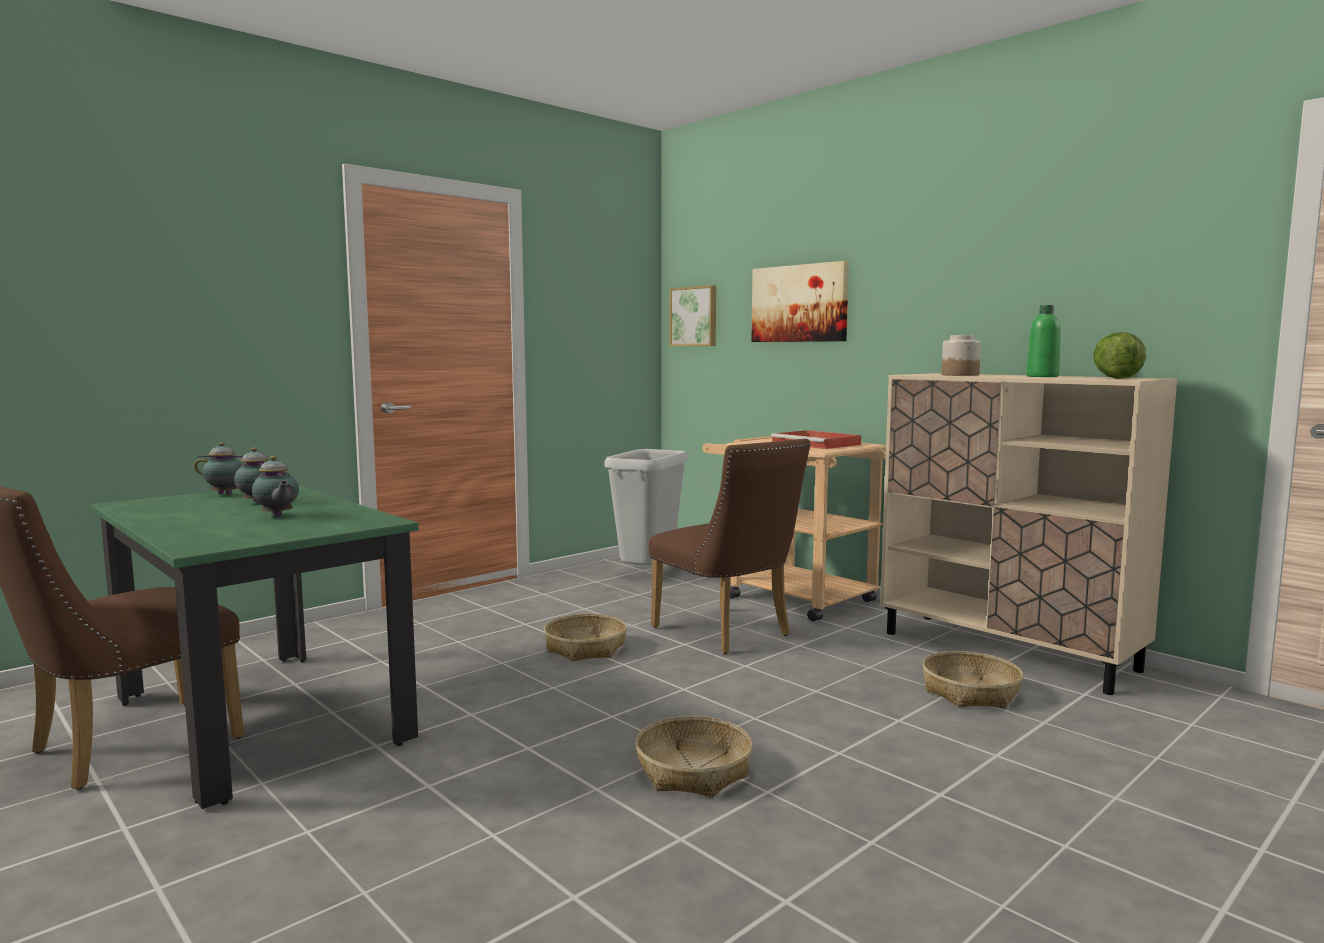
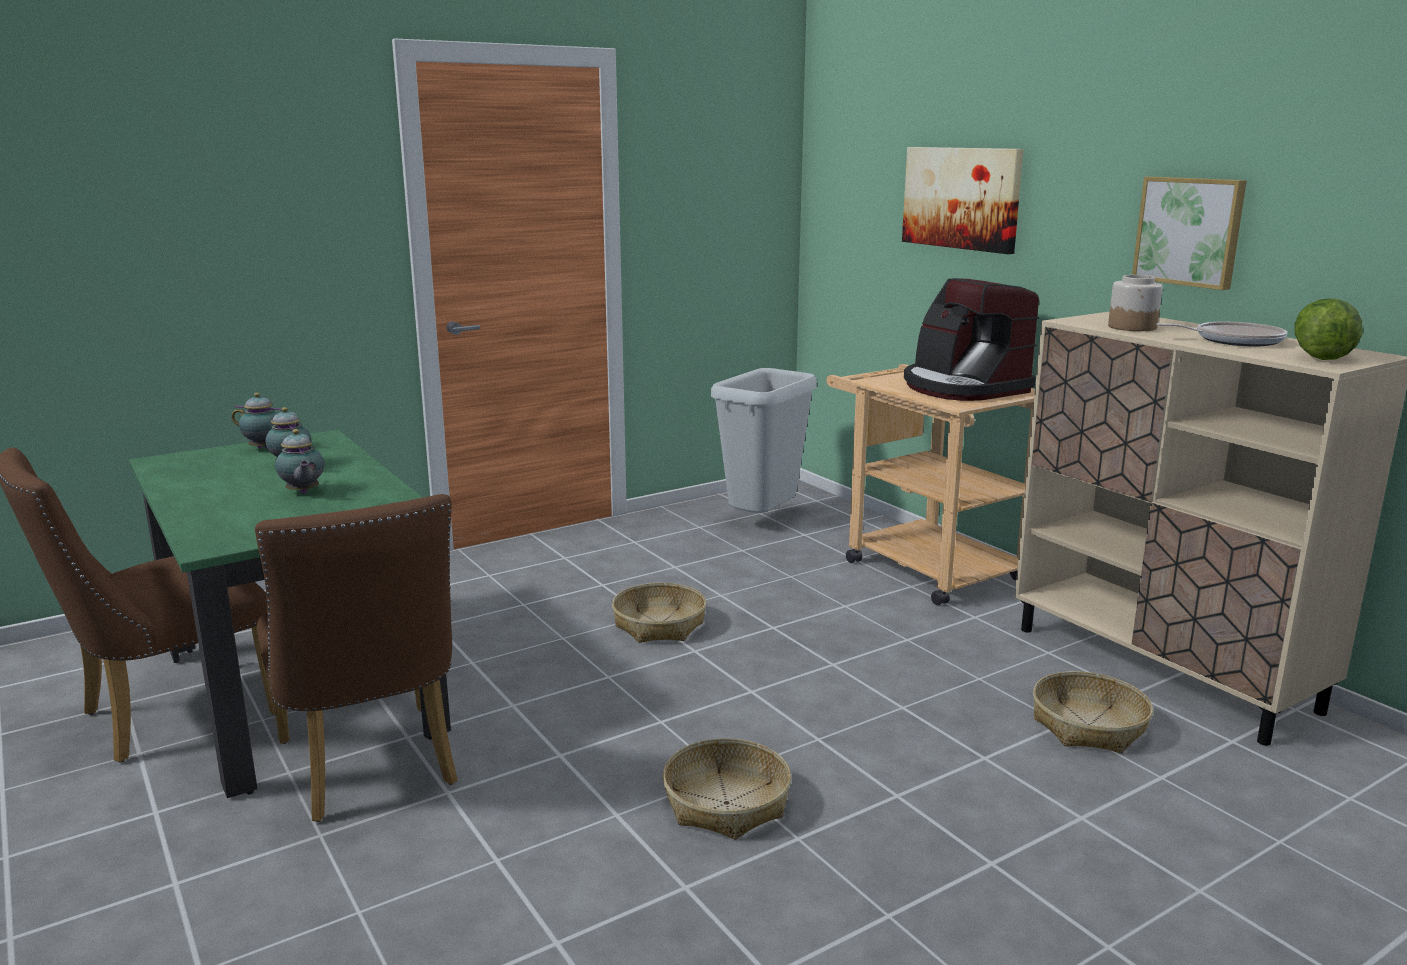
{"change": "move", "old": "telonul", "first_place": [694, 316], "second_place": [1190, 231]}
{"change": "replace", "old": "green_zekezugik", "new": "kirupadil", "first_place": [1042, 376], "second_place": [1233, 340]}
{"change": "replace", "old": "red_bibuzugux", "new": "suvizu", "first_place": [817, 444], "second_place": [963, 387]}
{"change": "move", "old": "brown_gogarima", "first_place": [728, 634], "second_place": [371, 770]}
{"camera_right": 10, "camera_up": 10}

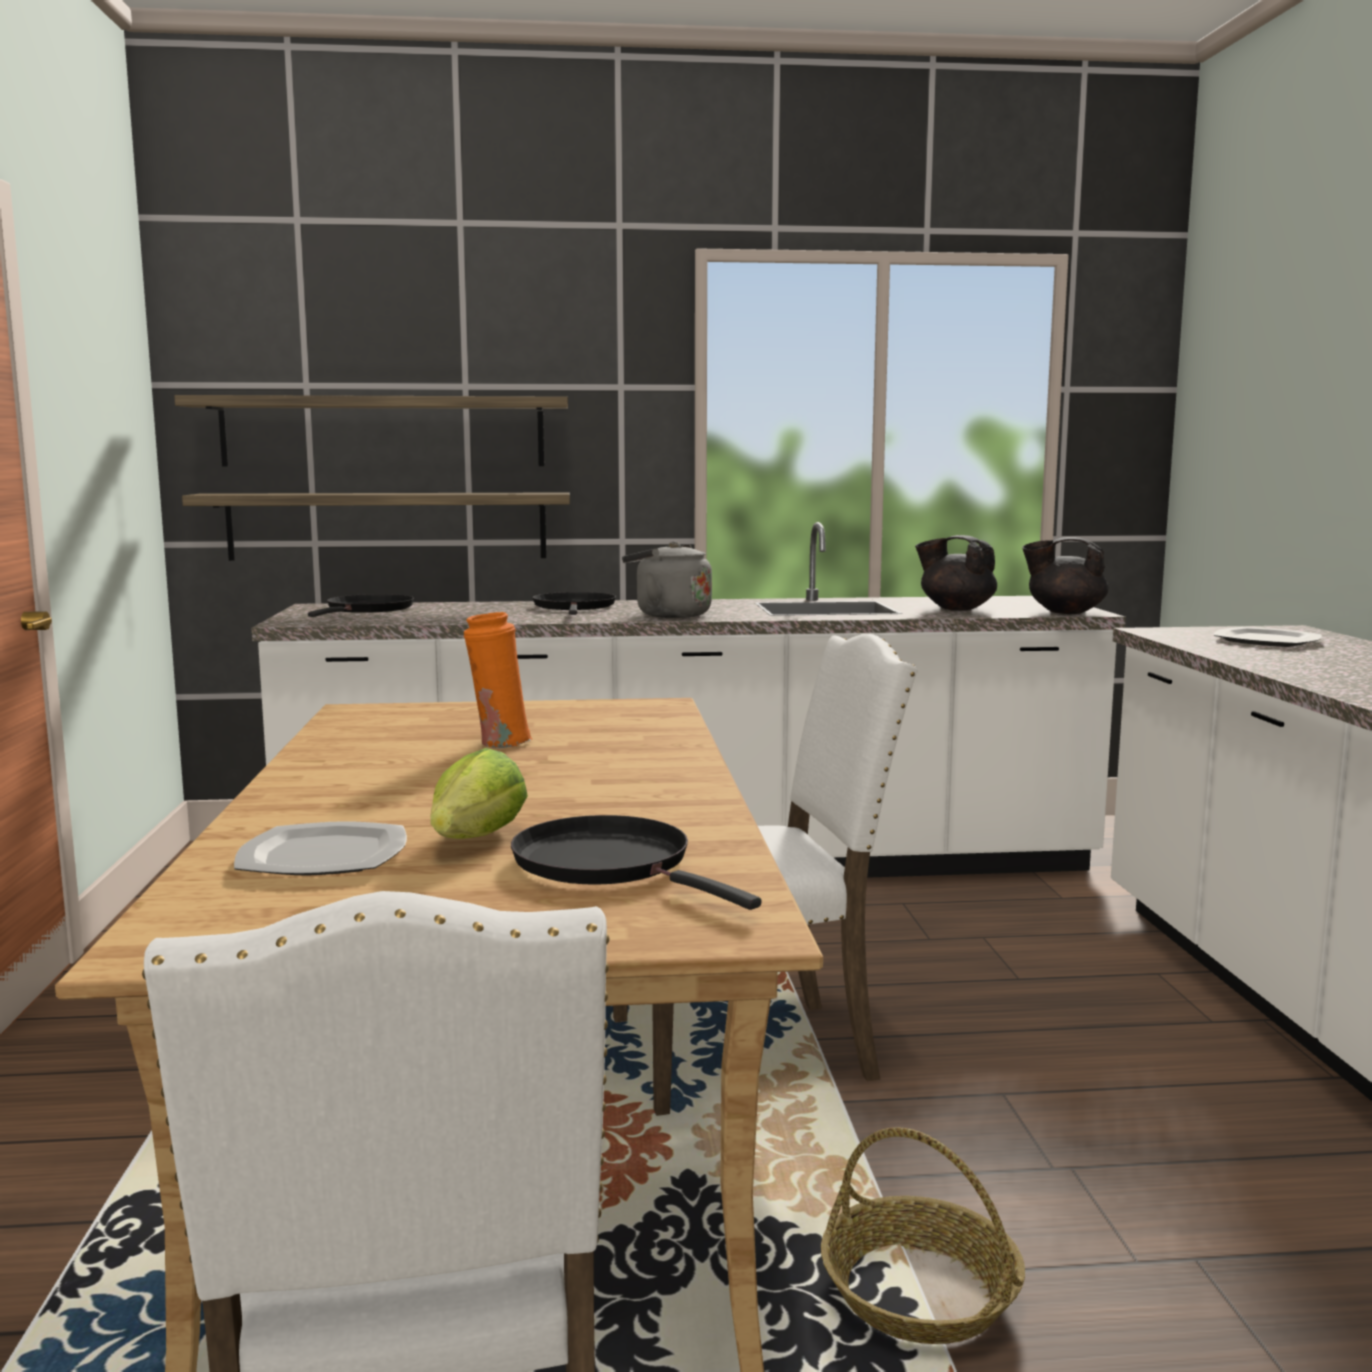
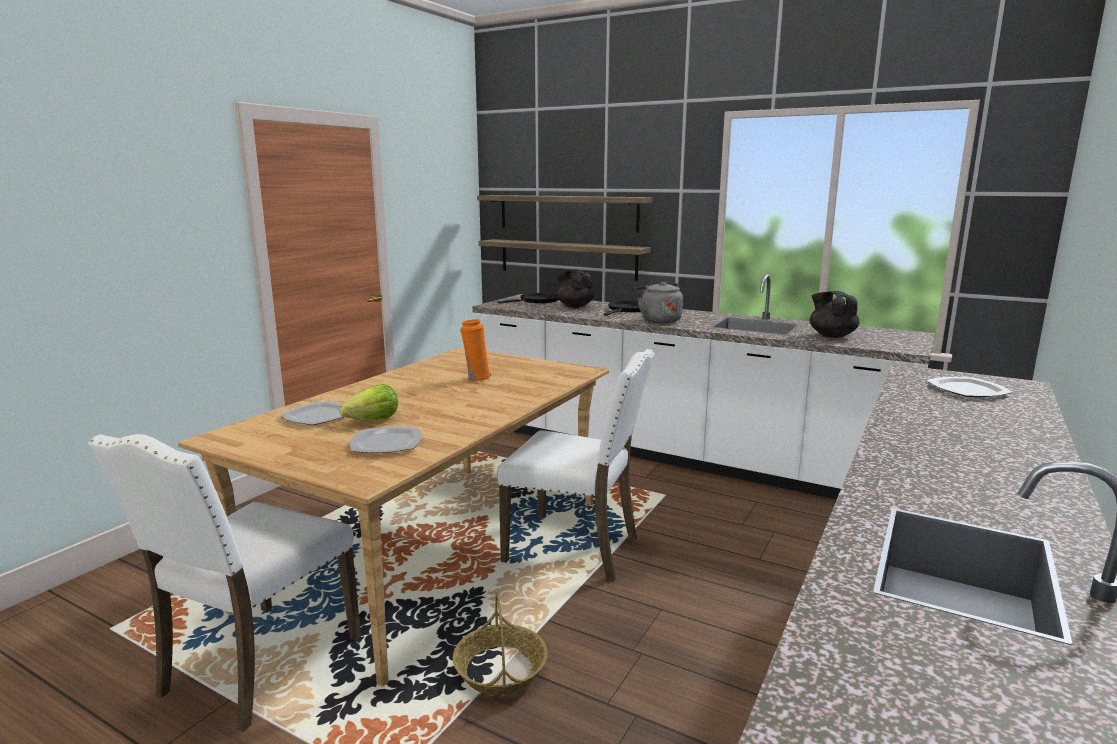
{"change": "move", "old": "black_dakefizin", "first_place": [1064, 612], "second_place": [574, 306]}
{"change": "replace", "old": "black_kirupadil", "new": "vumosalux", "first_place": [610, 865], "second_place": [387, 443]}
{"camera_right": 35, "camera_up": 5}

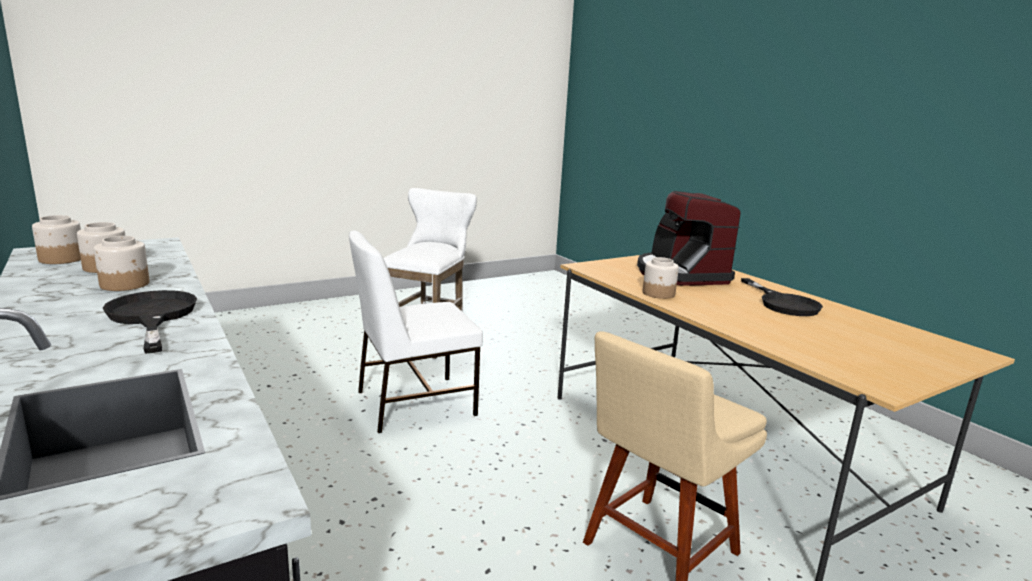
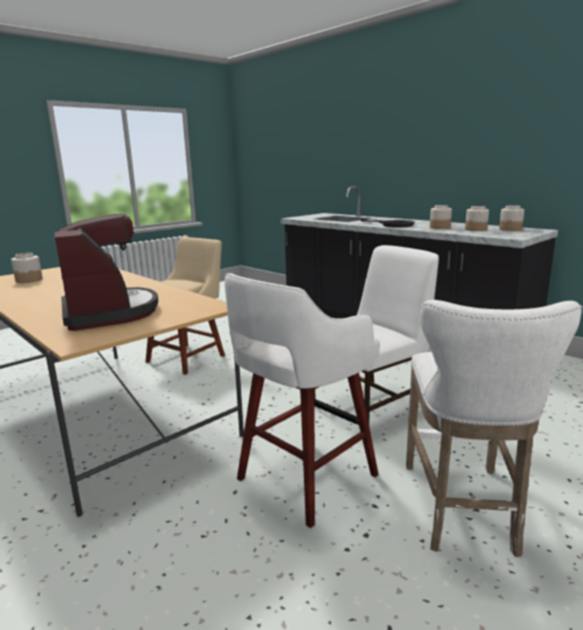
{"change": "move", "old": "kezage", "first_place": [658, 294], "second_place": [29, 280]}
{"change": "delete", "old": "black_kirupadil", "first_place": [783, 303]}
{"change": "insert", "new": "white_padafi", "second_place": [303, 479]}
{"camera_right": 170, "camera_up": 0}

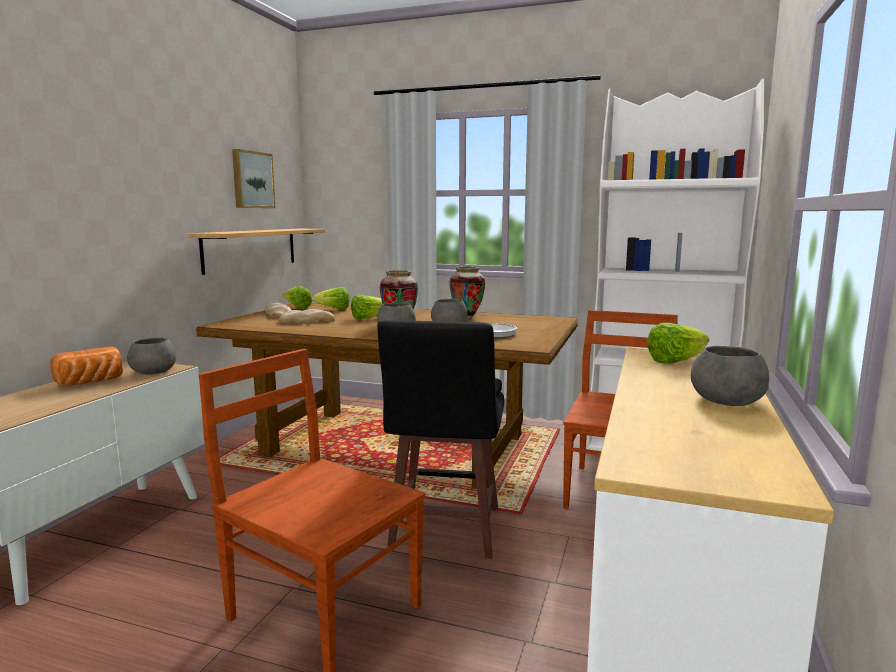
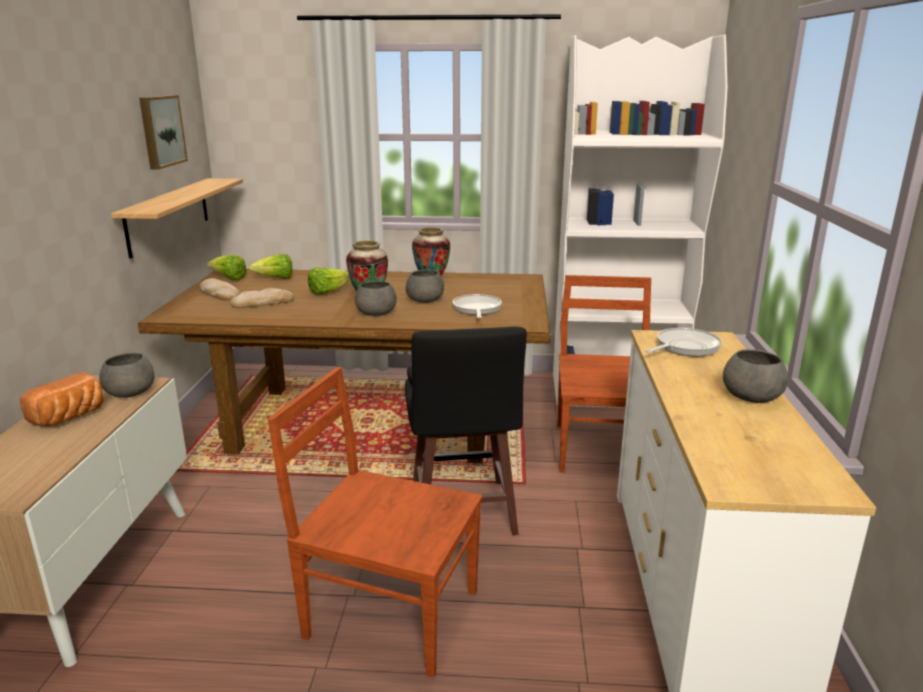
{"change": "replace", "old": "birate", "new": "kirupadil", "first_place": [675, 361], "second_place": [684, 347]}
{"camera_right": -15, "camera_up": 10}

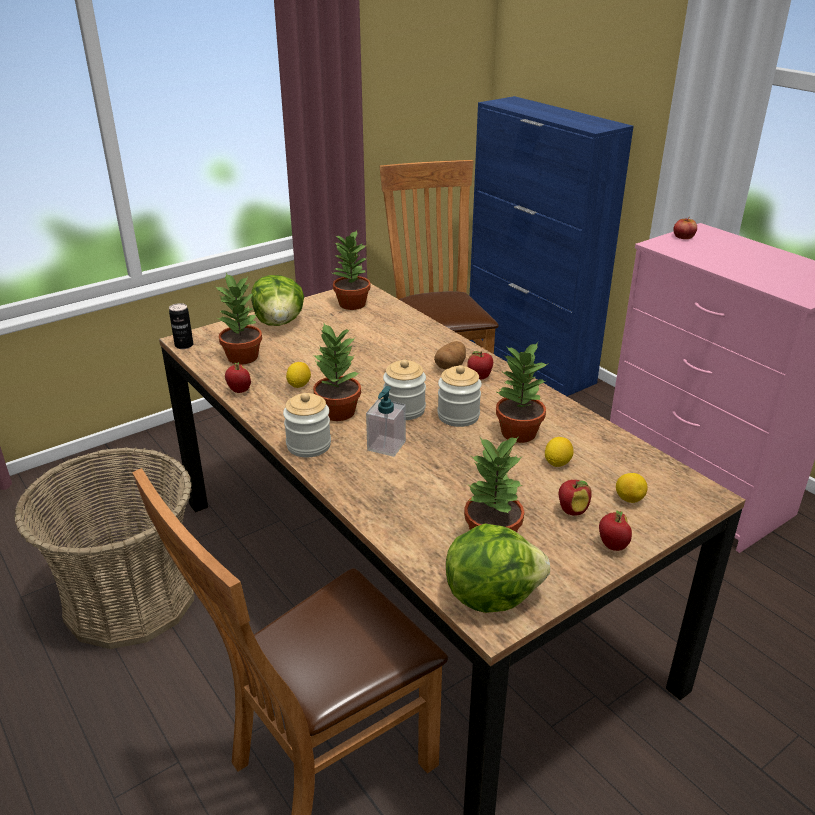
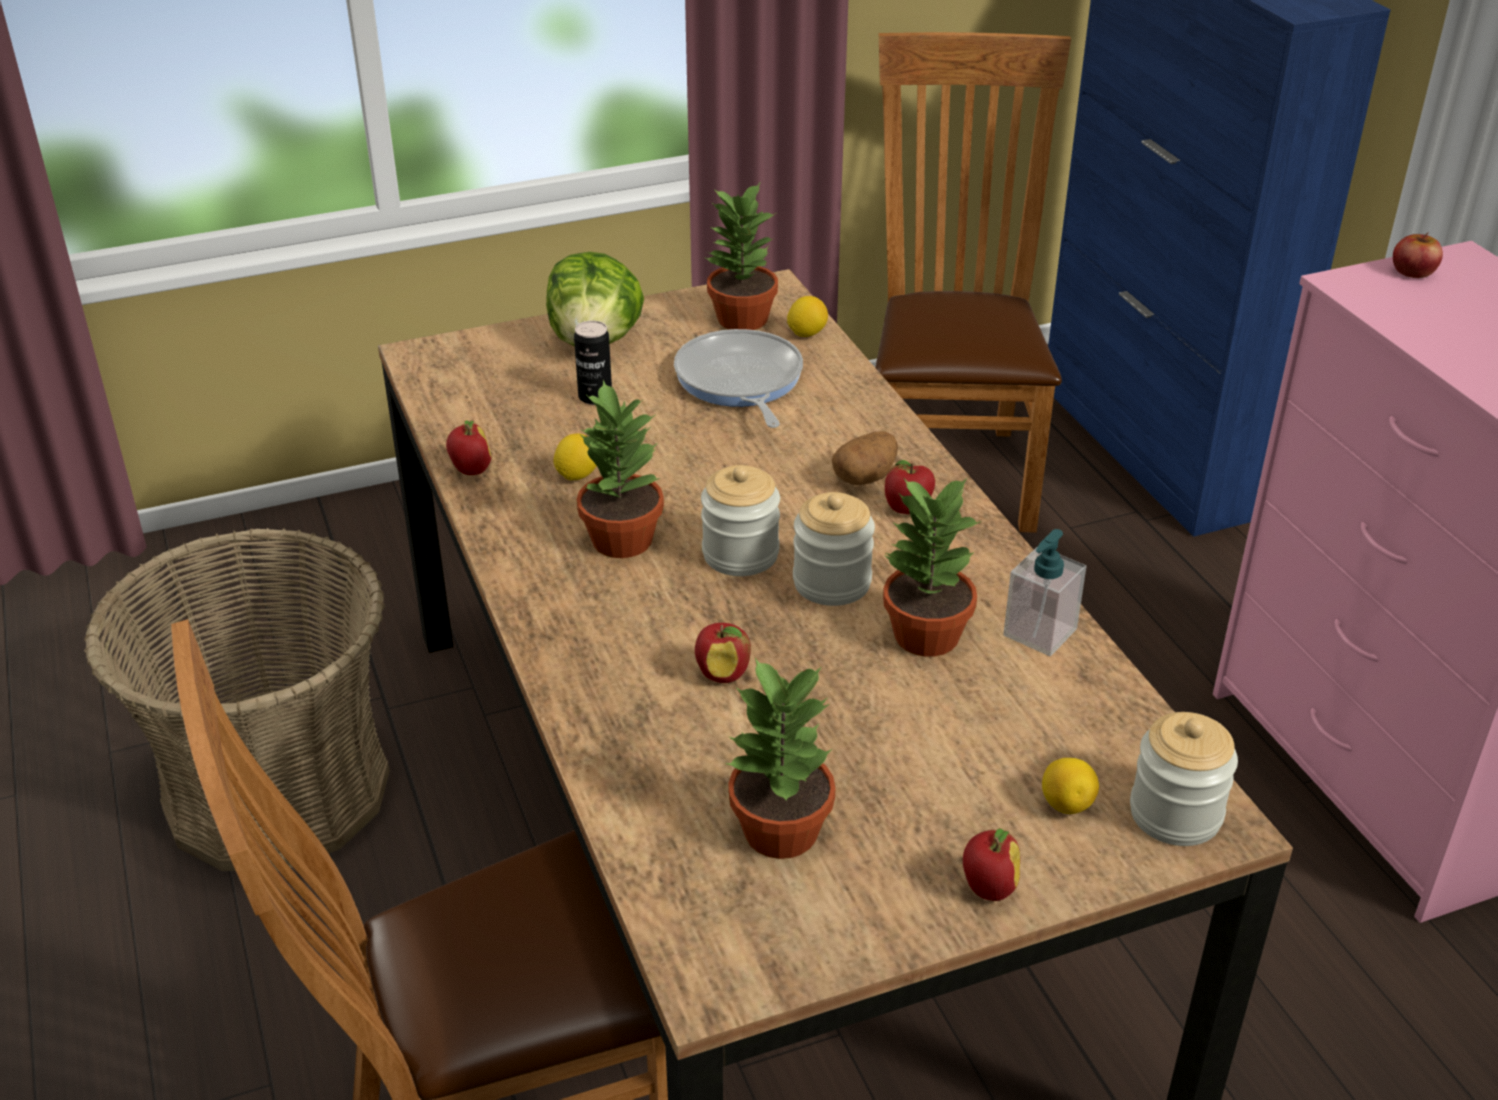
{"change": "delete", "old": "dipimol", "first_place": [243, 357]}
{"change": "move", "old": "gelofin", "first_place": [184, 345], "second_place": [595, 397]}
{"change": "move", "old": "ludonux", "first_place": [386, 446], "second_place": [1039, 632]}
{"change": "move", "old": "kezage", "first_place": [308, 445], "second_place": [1175, 814]}
{"change": "move", "old": "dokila", "first_place": [557, 463], "second_place": [806, 333]}
{"change": "move", "old": "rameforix", "first_place": [572, 510], "second_place": [723, 674]}
{"change": "delete", "old": "birate", "first_place": [491, 595]}
{"change": "insert", "new": "kirupadil", "second_place": [739, 382]}
{"camera_right": 15, "camera_up": 5}

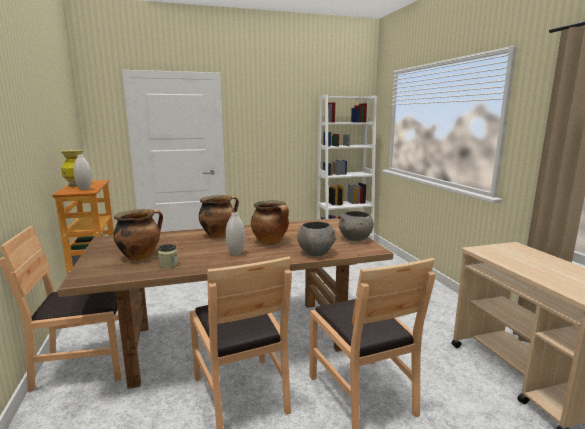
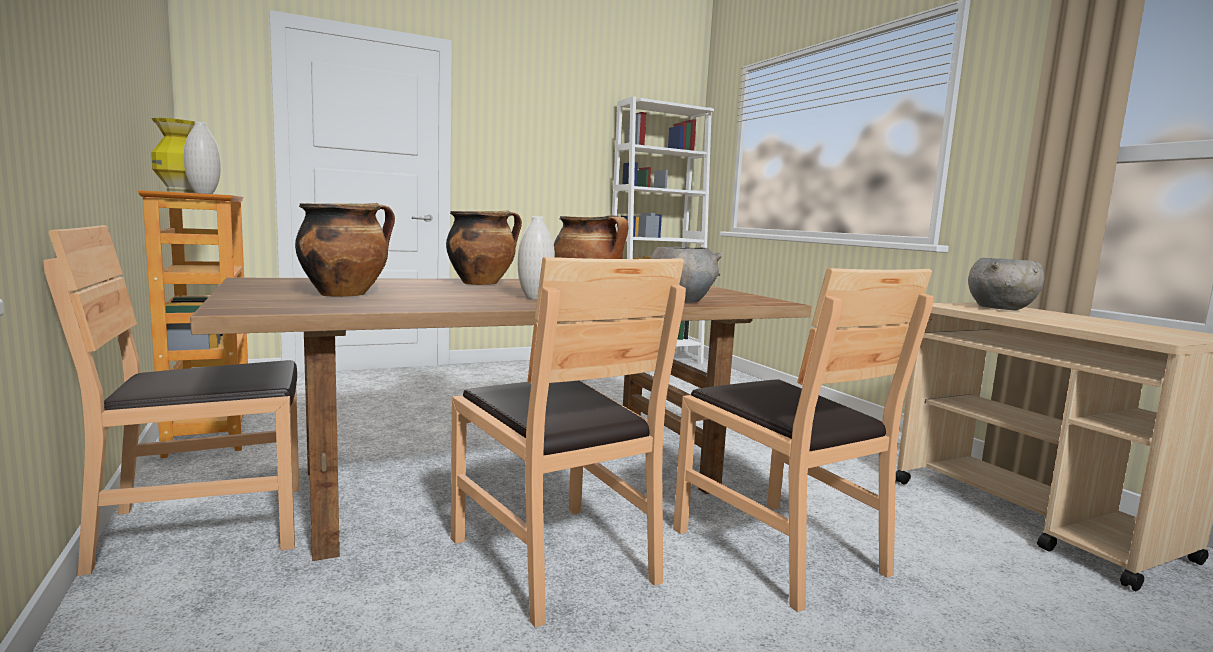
{"change": "move", "old": "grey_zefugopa", "first_place": [355, 239], "second_place": [1001, 309]}
{"change": "delete", "old": "kezage", "first_place": [168, 265]}
{"camera_right": -10, "camera_up": -5}

